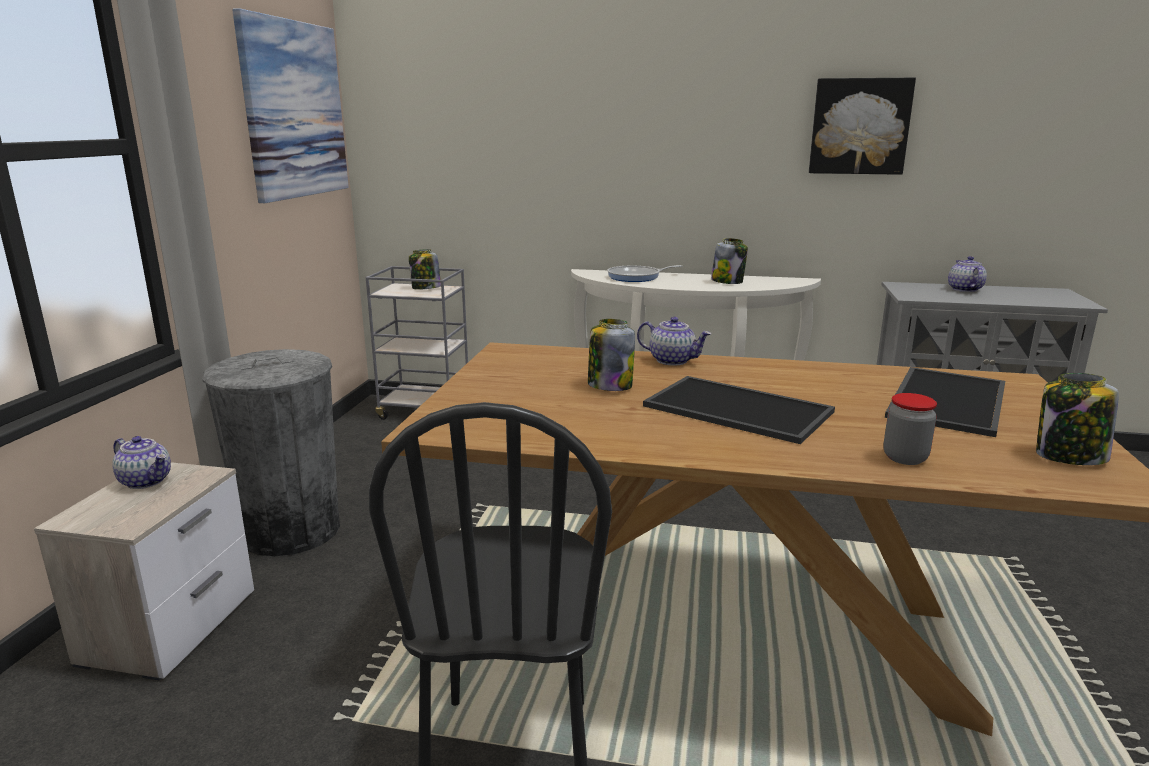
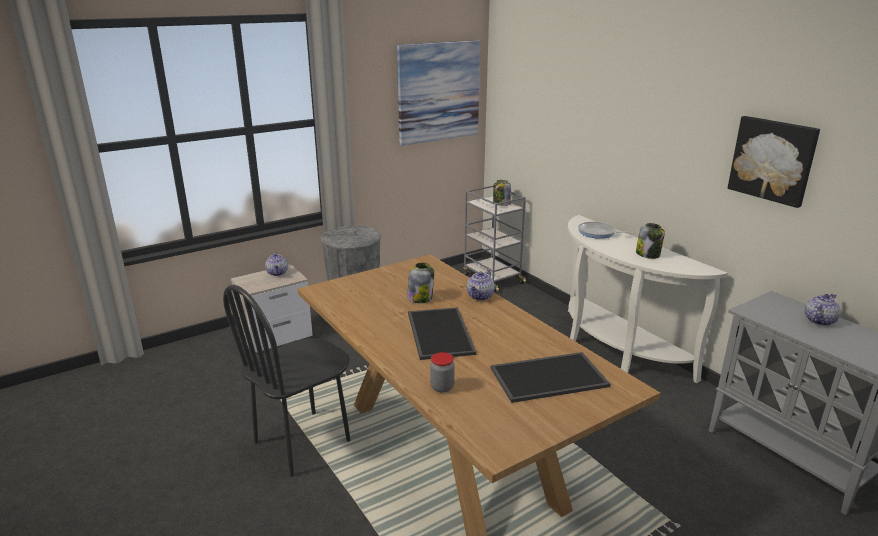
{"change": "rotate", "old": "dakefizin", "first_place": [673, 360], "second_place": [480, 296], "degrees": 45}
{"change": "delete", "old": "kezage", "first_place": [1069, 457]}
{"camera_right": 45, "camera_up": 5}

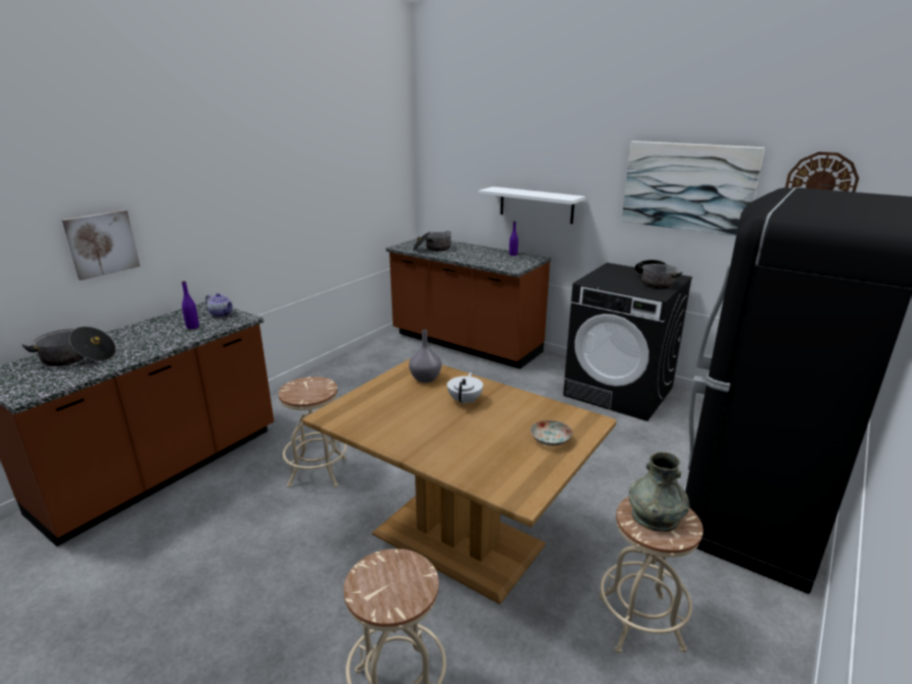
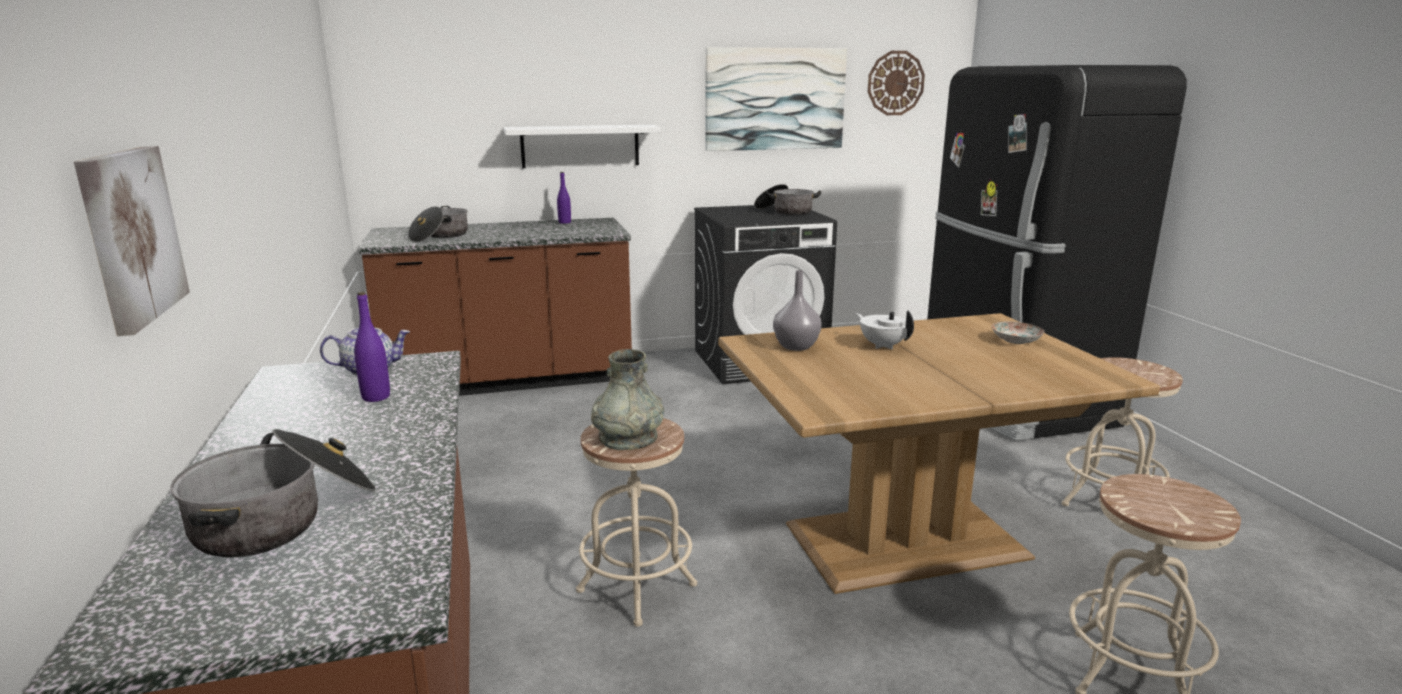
{"change": "move", "old": "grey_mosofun", "first_place": [655, 516], "second_place": [628, 437]}
{"camera_right": -50, "camera_up": -5}

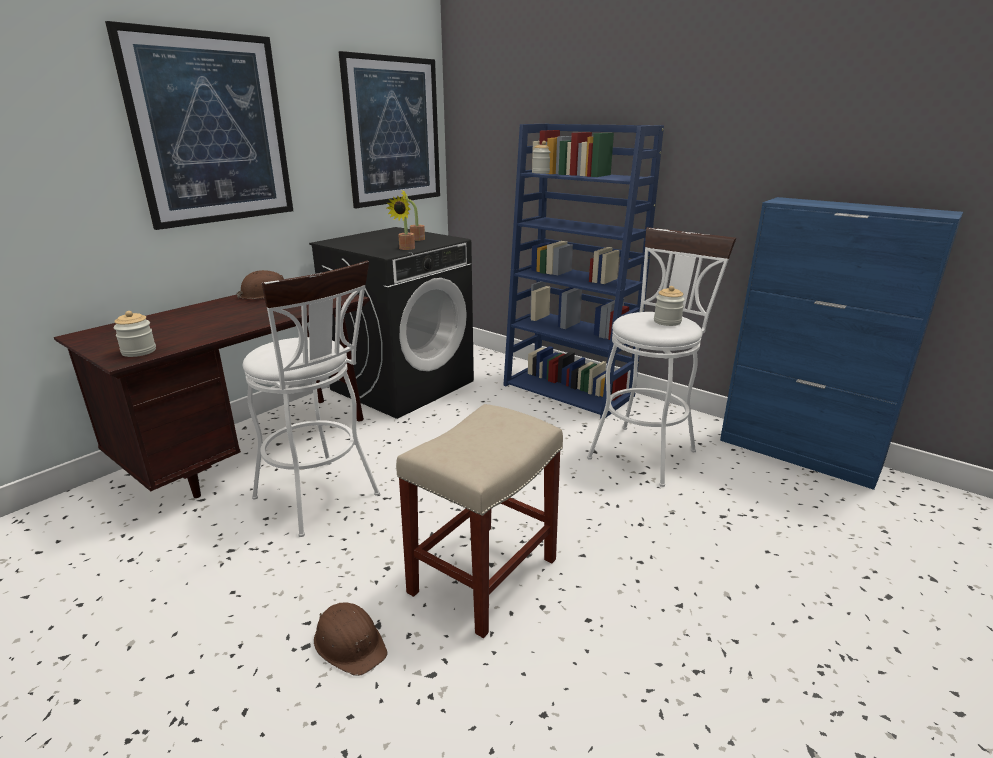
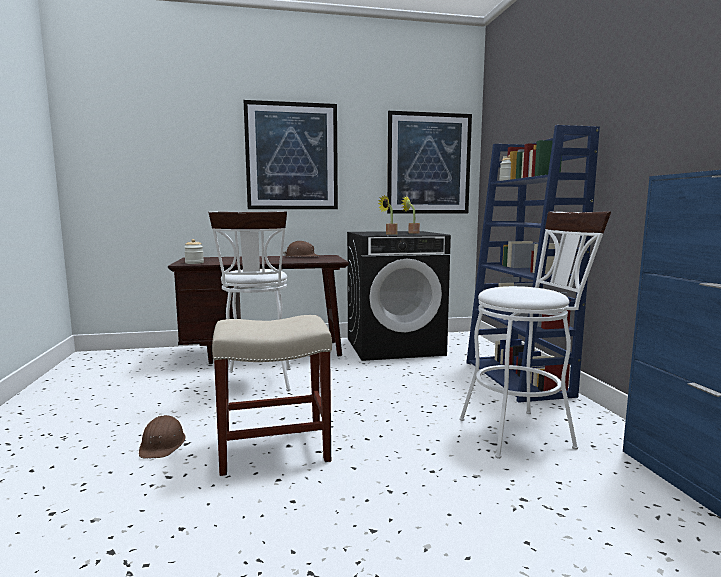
{"change": "delete", "old": "kezage", "first_place": [667, 322]}
{"camera_right": 40, "camera_up": -15}

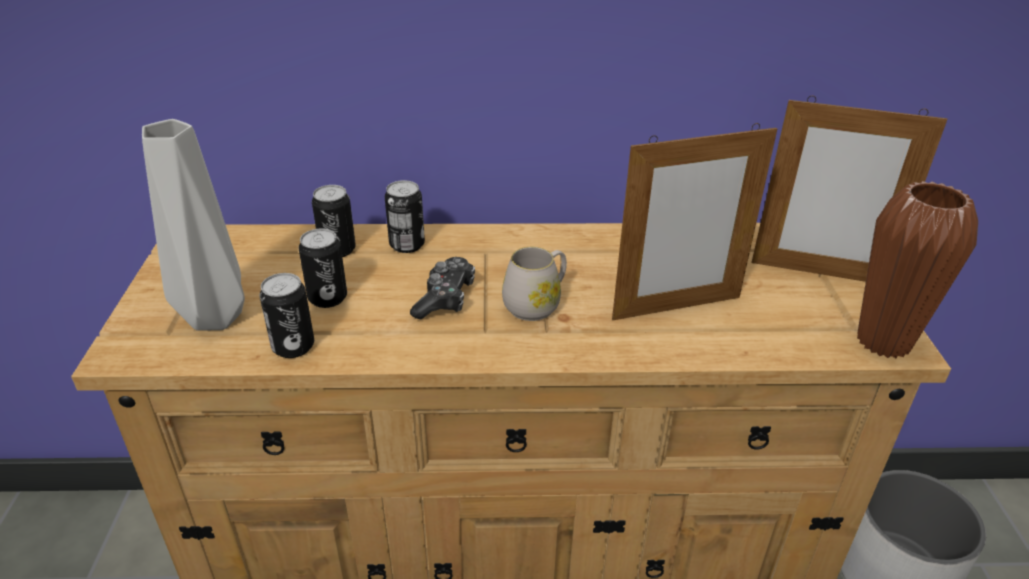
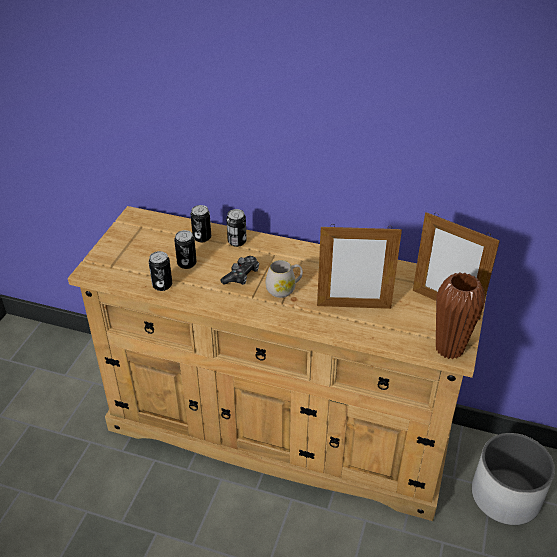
{"change": "delete", "old": "grey_mosofun", "first_place": [214, 316]}
{"camera_right": 20, "camera_up": 5}

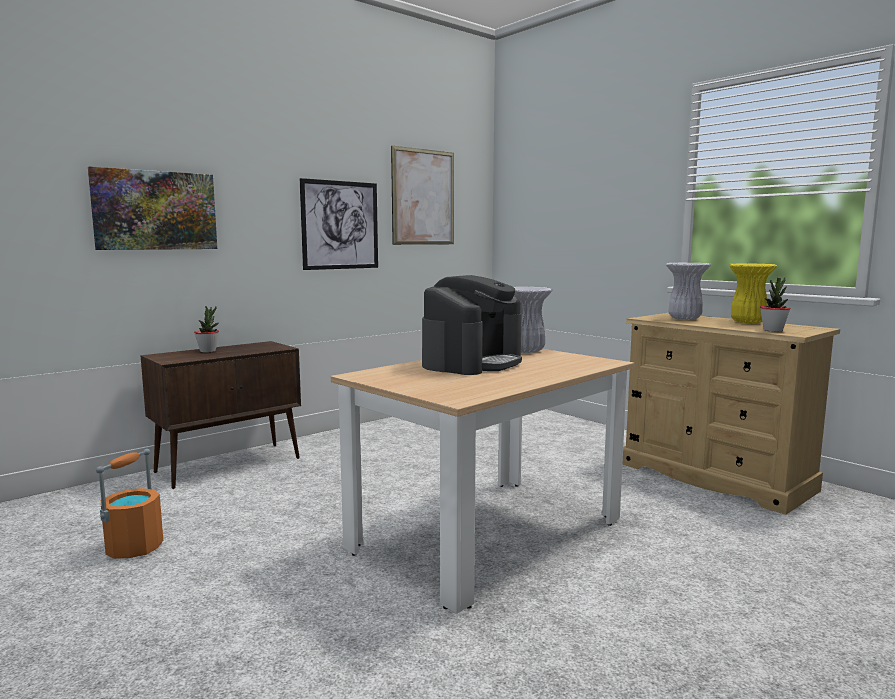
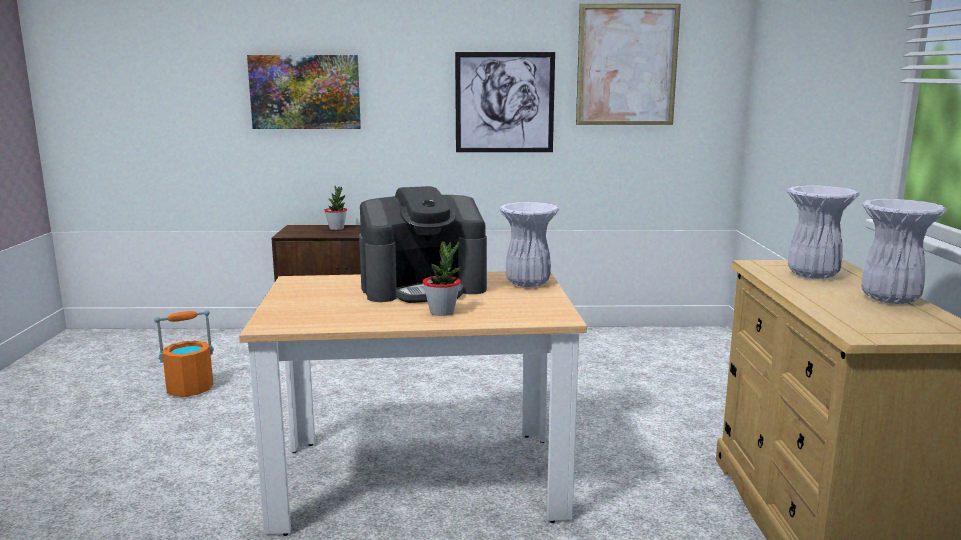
{"change": "recolor", "old": "yellow_mosofun", "new": "white_mosofun", "first_place": [748, 322], "second_place": [891, 299]}
{"change": "move", "old": "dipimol", "first_place": [773, 330], "second_place": [442, 312]}
{"camera_right": 40, "camera_up": 5}

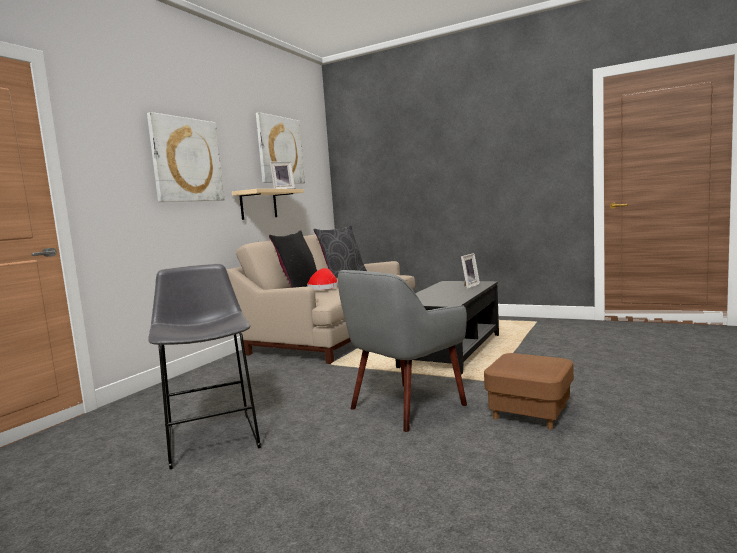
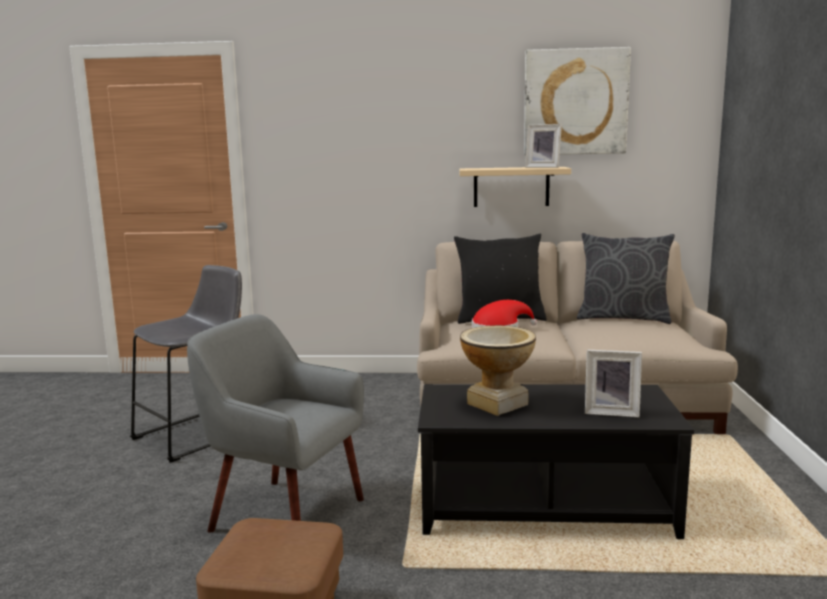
{"change": "delete", "old": "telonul", "first_place": [186, 160]}
{"change": "insert", "new": "mosofun", "second_place": [497, 404]}
{"camera_right": 65, "camera_up": 5}

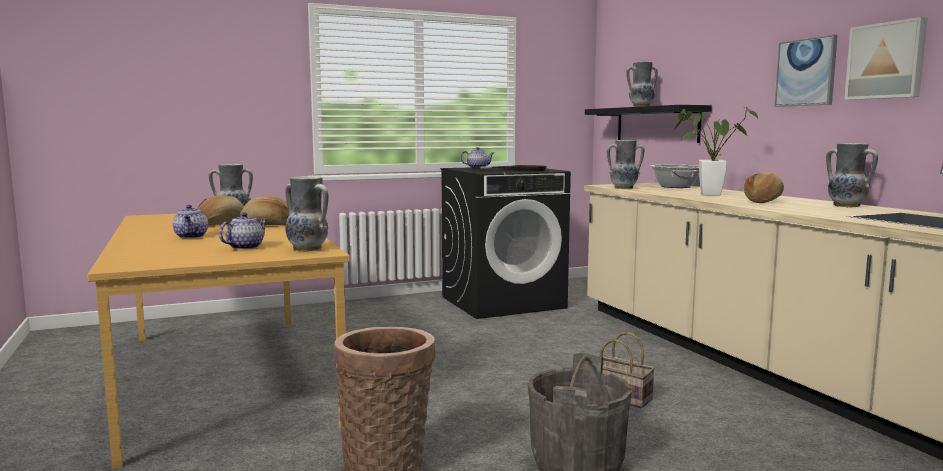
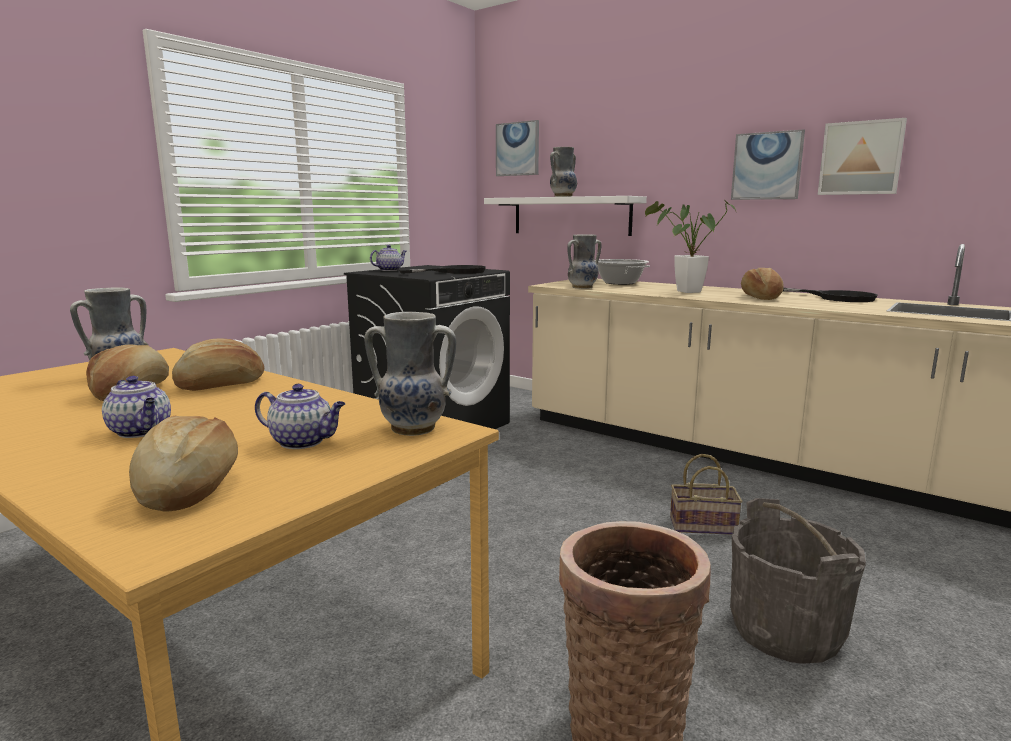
{"change": "recolor", "old": "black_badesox", "new": "white_badesox", "first_place": [656, 124], "second_place": [571, 216]}
{"change": "replace", "old": "mosofun", "new": "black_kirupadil", "first_place": [847, 206], "second_place": [836, 298]}
{"change": "rotate", "old": "dakefizin", "first_place": [245, 247], "second_place": [304, 442], "degrees": 105}
{"change": "insert", "new": "telonul", "second_place": [517, 149]}
{"change": "insert", "new": "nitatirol", "second_place": [188, 488]}
{"camera_right": -30, "camera_up": 5}

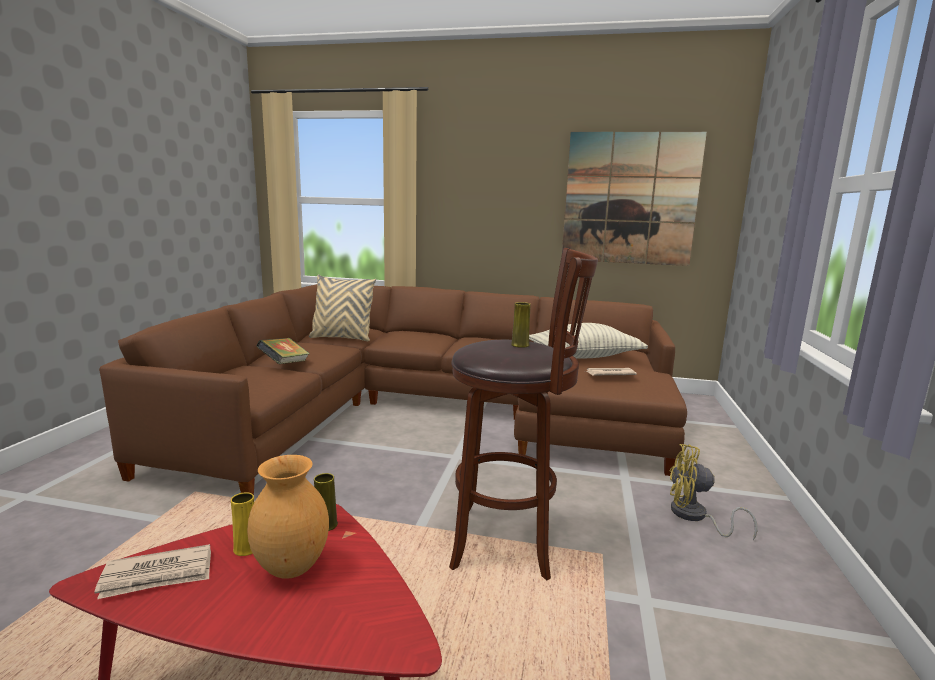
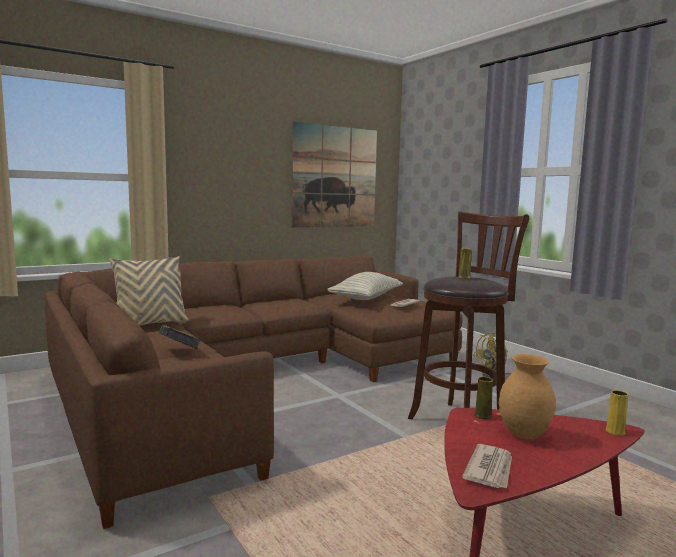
{"change": "move", "old": "yellow_mosofun", "first_place": [246, 548], "second_place": [615, 432]}
{"camera_right": -45, "camera_up": -5}

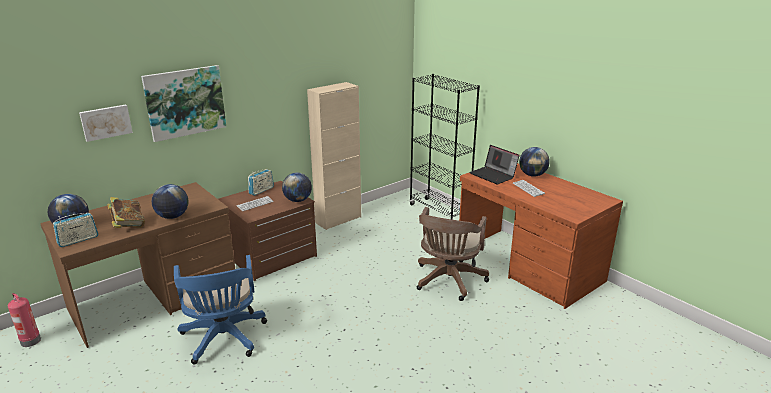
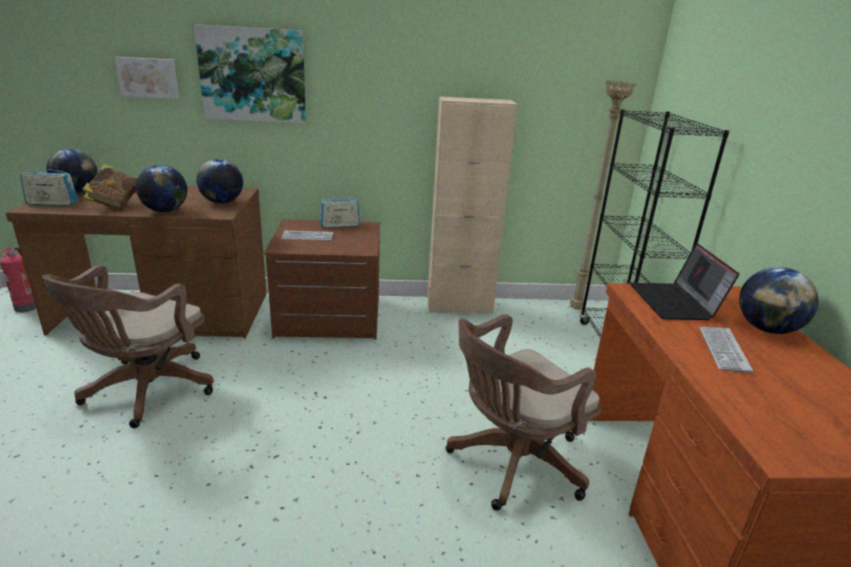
{"change": "move", "old": "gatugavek", "first_place": [298, 200], "second_place": [222, 202]}
{"change": "recolor", "old": "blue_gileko", "new": "brown_gileko", "first_place": [224, 340], "second_place": [145, 392]}
{"change": "insert", "new": "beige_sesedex", "second_place": [577, 309]}
{"camera_right": 35, "camera_up": 0}

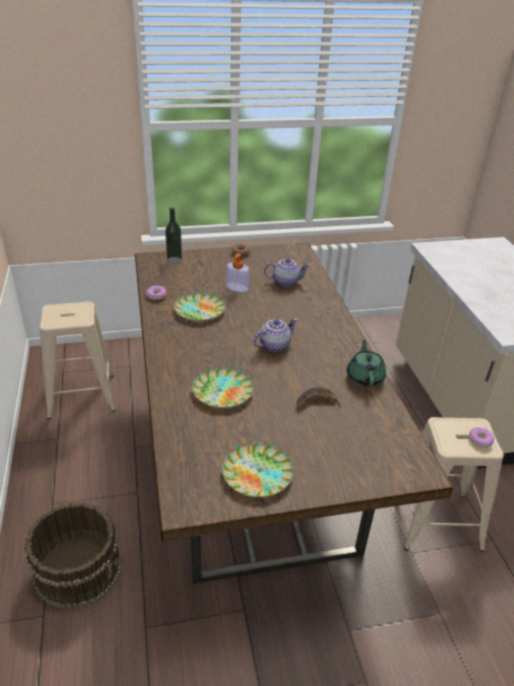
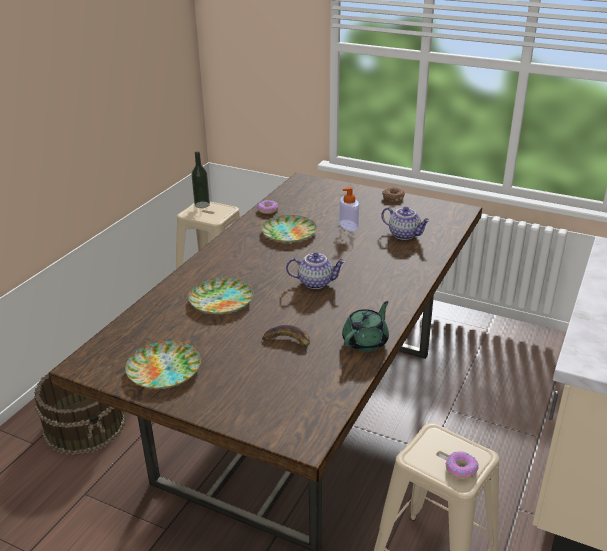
{"change": "move", "old": "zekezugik", "first_place": [174, 260], "second_place": [202, 205]}
{"camera_right": 40, "camera_up": -5}

